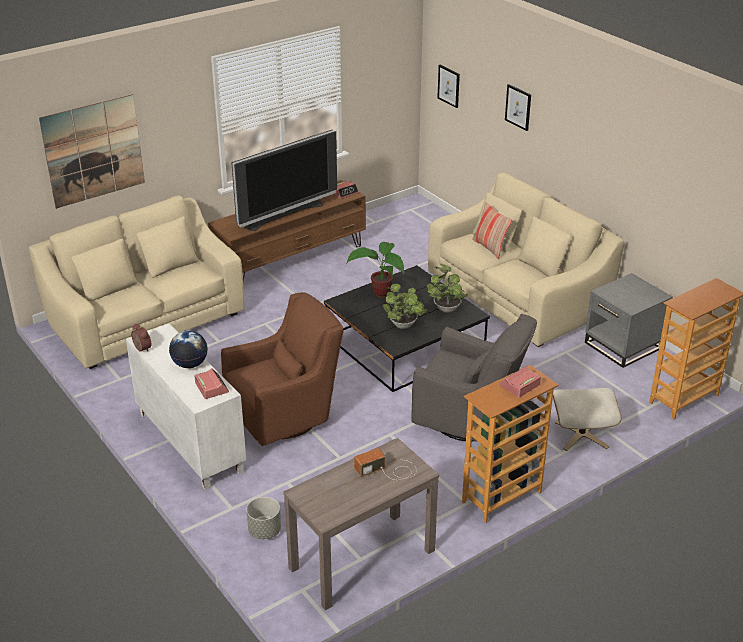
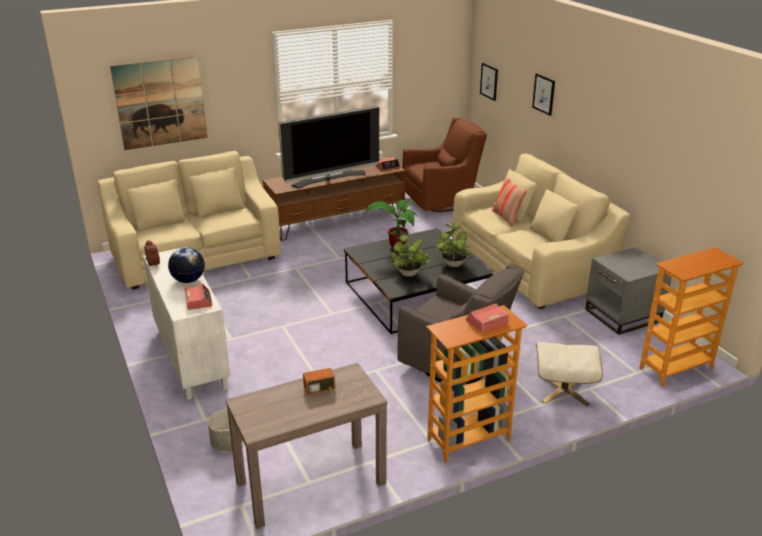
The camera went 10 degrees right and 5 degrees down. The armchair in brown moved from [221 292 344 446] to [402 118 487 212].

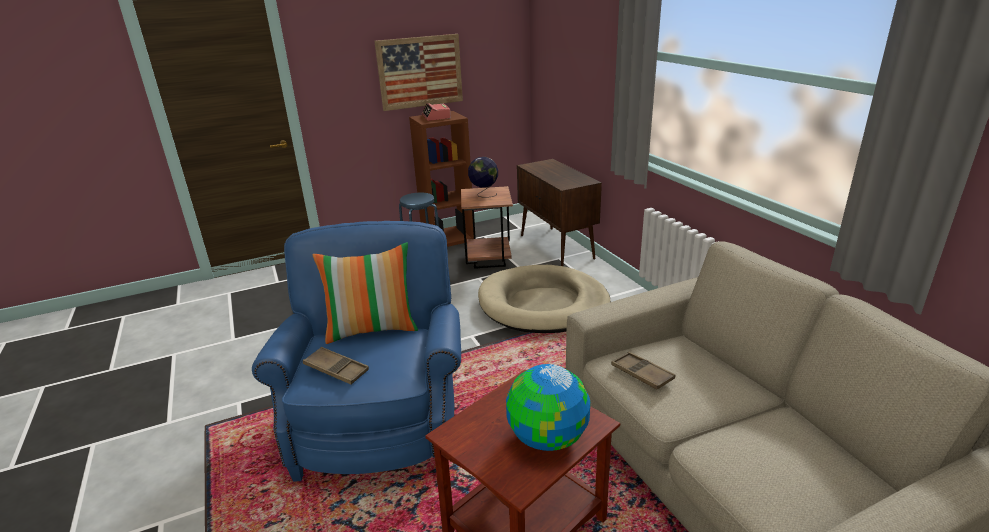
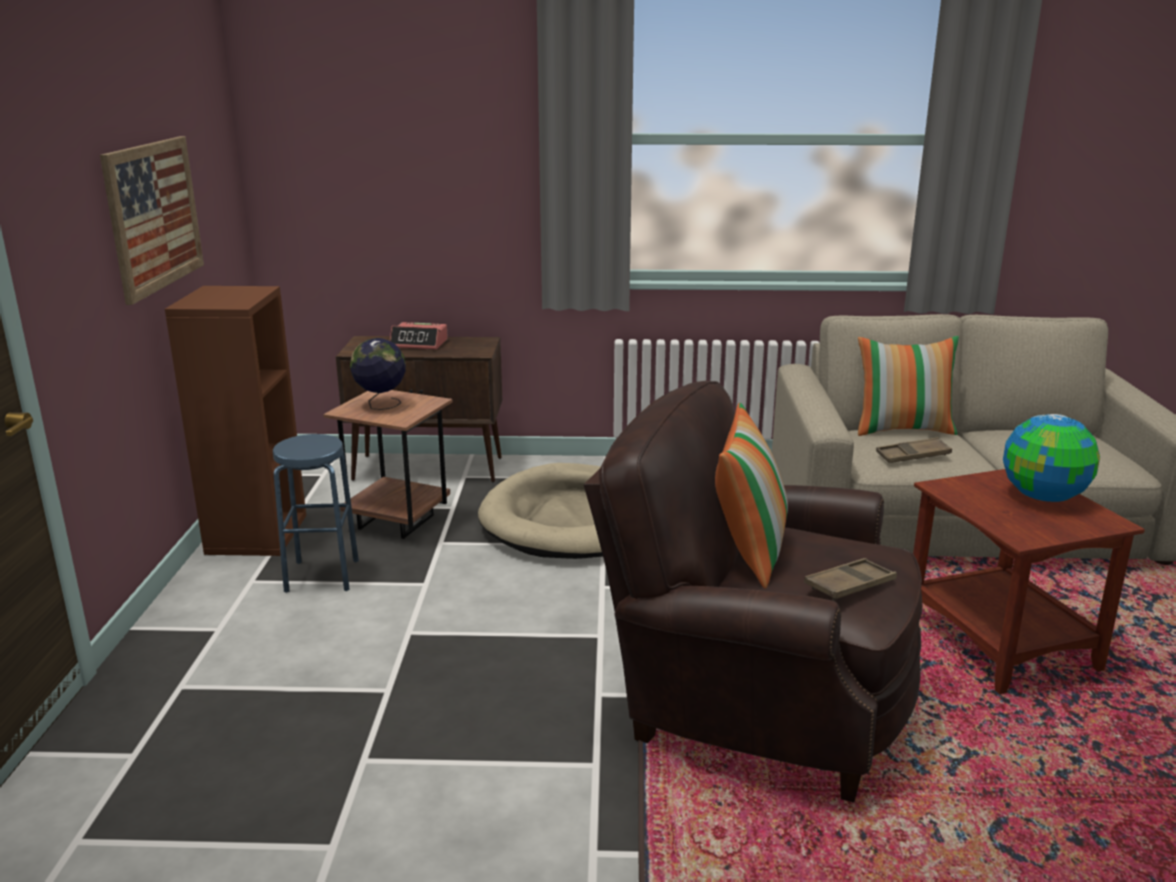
The camera went 65 degrees left and 5 degrees down. The alarm clock moved from [422 103 451 121] to [390 322 448 350]. The armchair in blue at [252 221 461 482] became the armchair in brown at [584 381 923 803]. The pillow at [858 336 959 436] appeared.

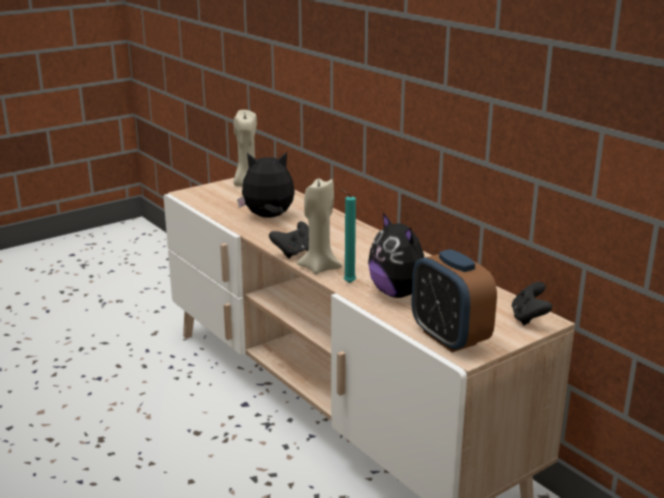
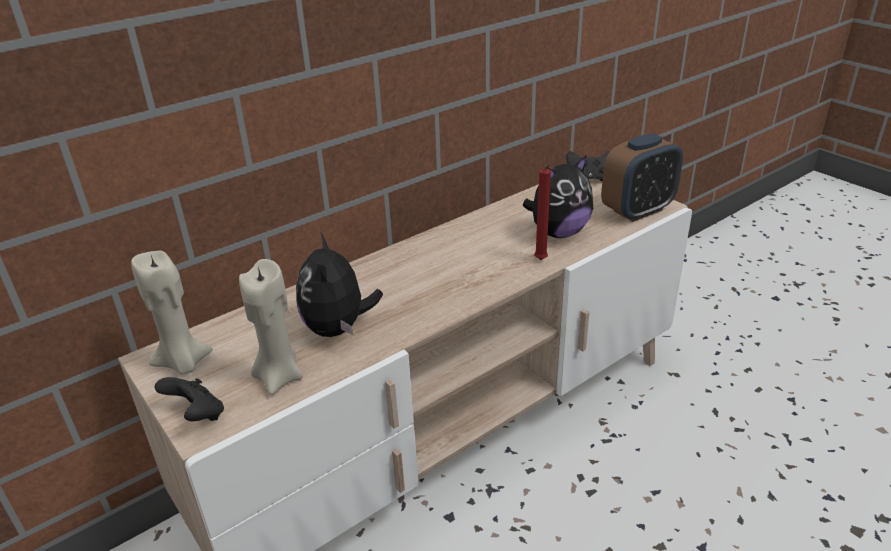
The camera went 90 degrees left and 10 degrees up. The candle in beige moved from [297 179 342 274] to [239 259 303 395]. The candle in turquoise at [340 189 356 283] became the candle in red at [534 164 551 260]. The game controller in black moved from [269 221 309 259] to [155 377 224 421].

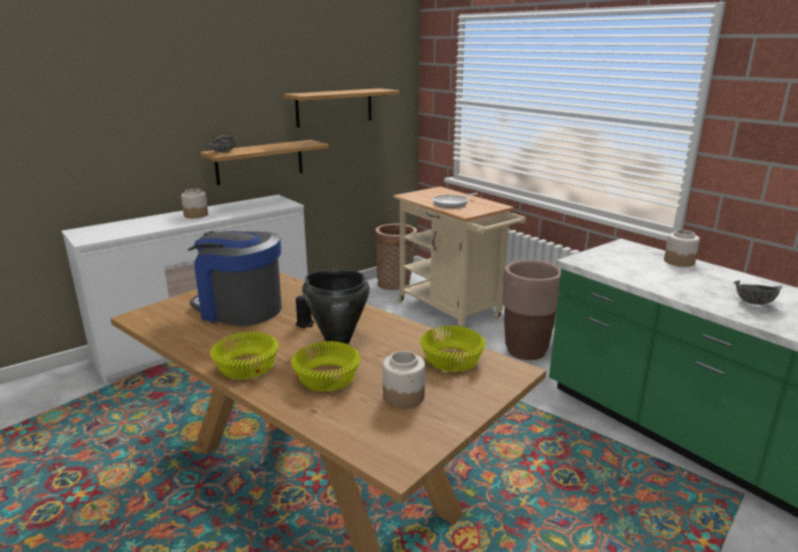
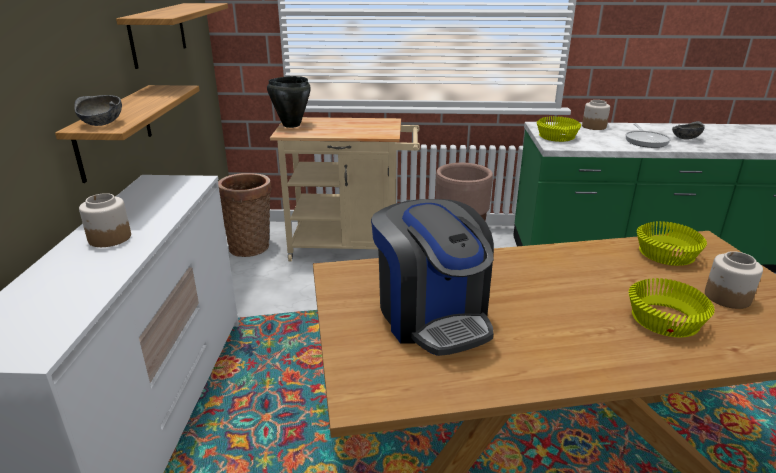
The camera went 50 degrees left and 5 degrees up. The frying pan moved from [433 193 478 208] to [626 123 671 148]. The coffee machine at [188 231 282 326] turned 90 degrees counterclockwise. The cooking pot in black moved from [302 270 370 344] to [267 76 311 128]. The candle in black at [296 296 314 328] disappeared. The bowl in yellow moved from [210 331 279 379] to [537 116 581 142].

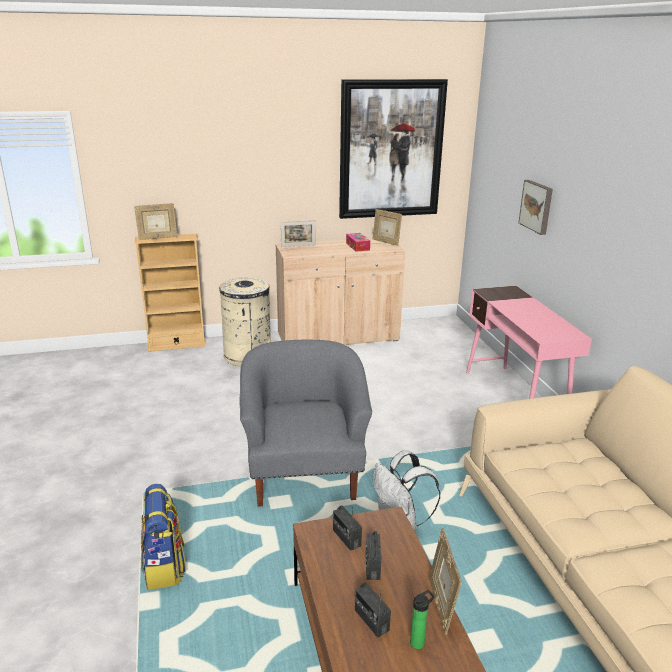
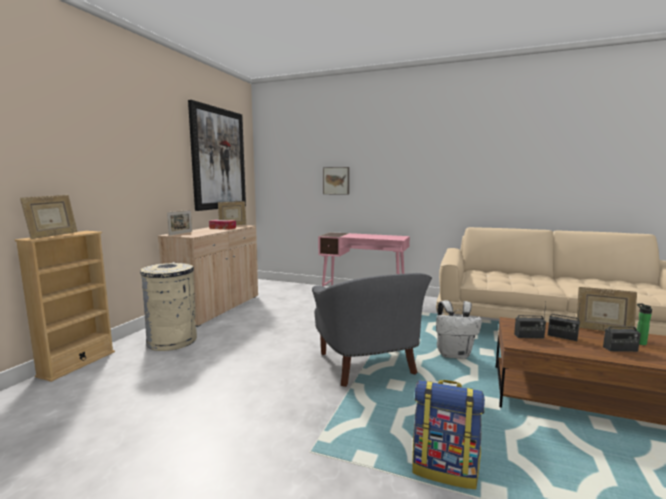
The camera went 55 degrees left and 15 degrees down. The armchair in grey at [239 340 372 507] turned 135 degrees counterclockwise.

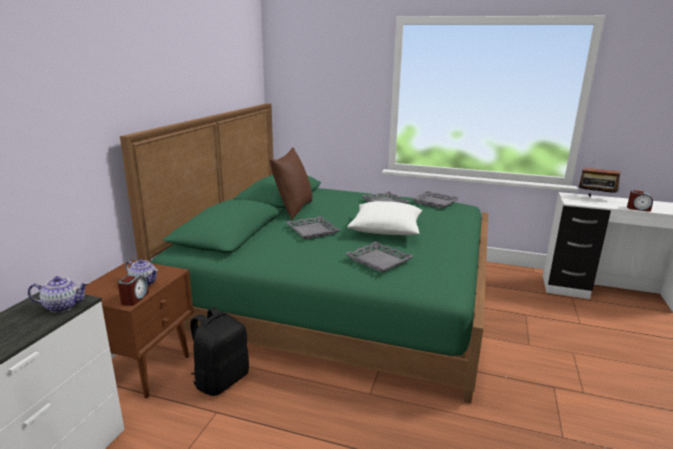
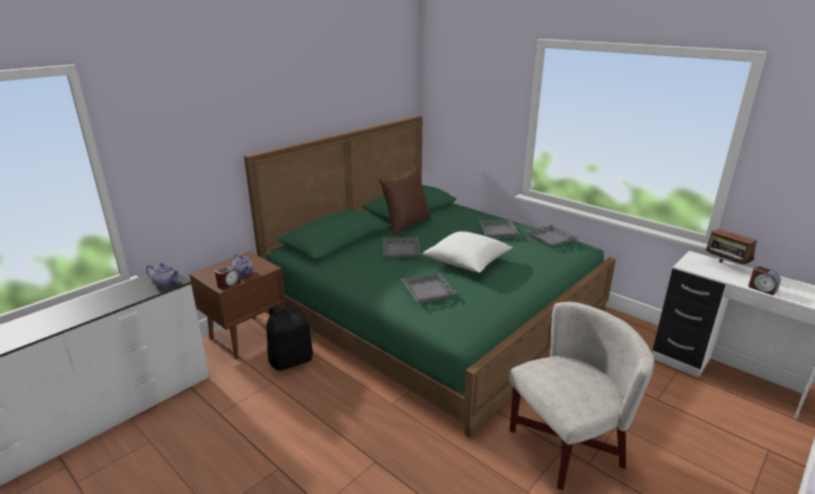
The camera went 25 degrees right and 5 degrees up. The armchair in white at [509 302 654 490] appeared.

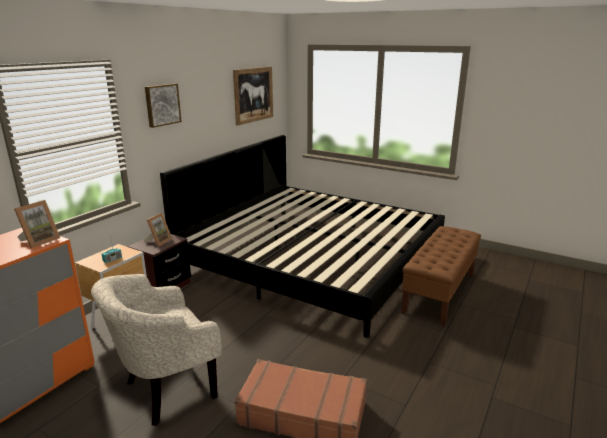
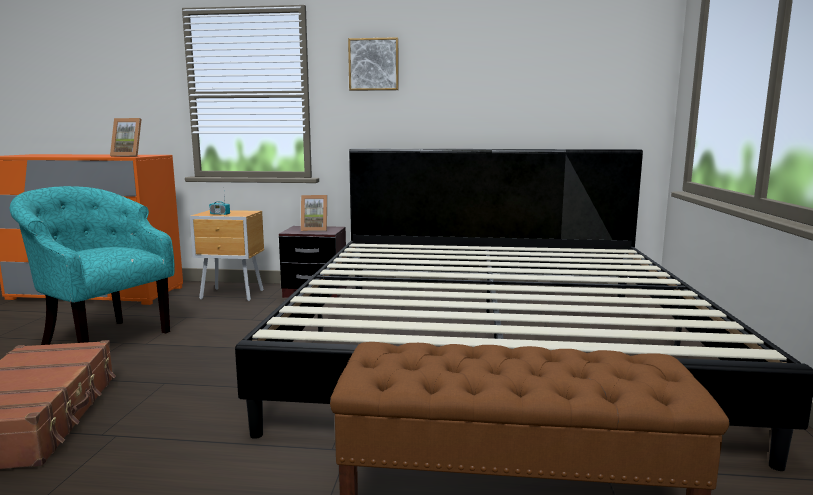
The camera went 65 degrees right and 10 degrees down. The picture at [233 67 273 126] disappeared. The armchair in beige at [91 274 221 426] became the armchair in turquoise at [9 186 175 345].

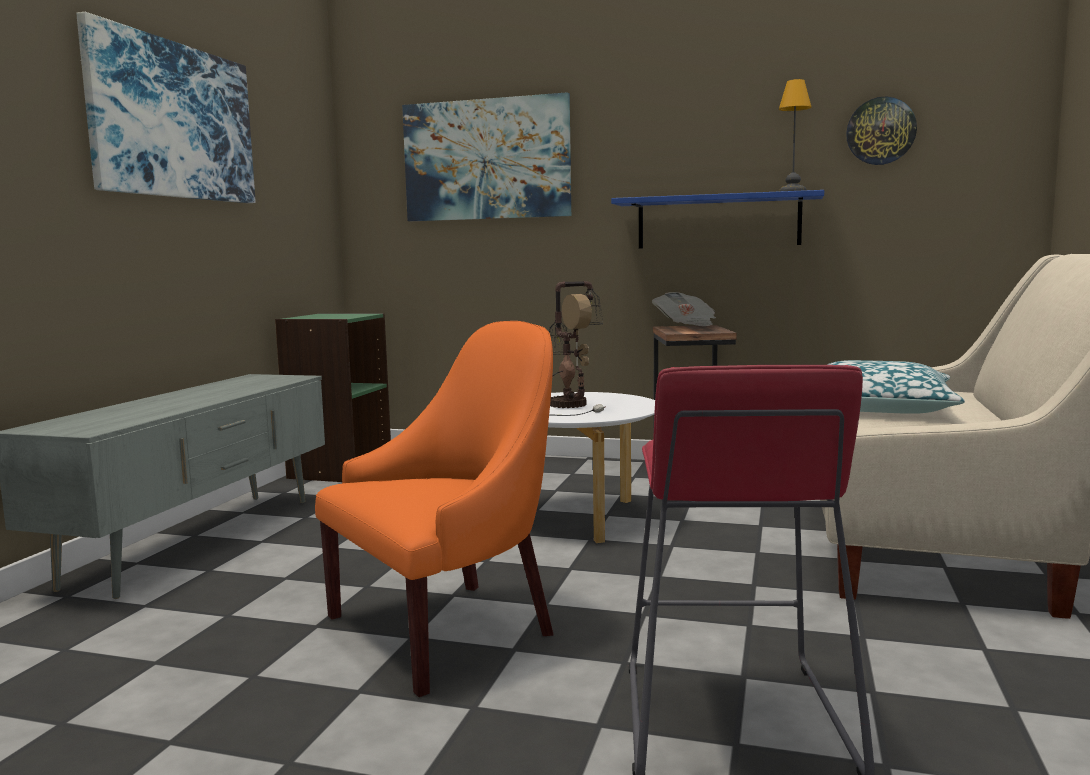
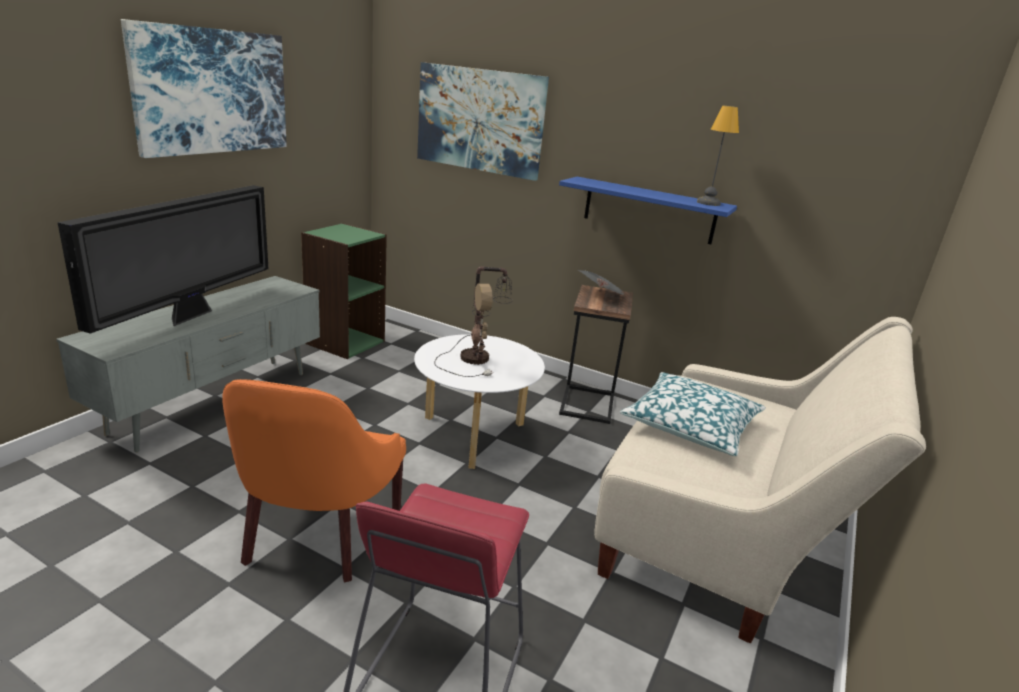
The camera went 10 degrees right and 15 degrees up. The wall clock at [846 97 917 165] disappeared. The armchair in orange at [315 321 554 697] turned 120 degrees clockwise. The television at [57 185 269 334] appeared.

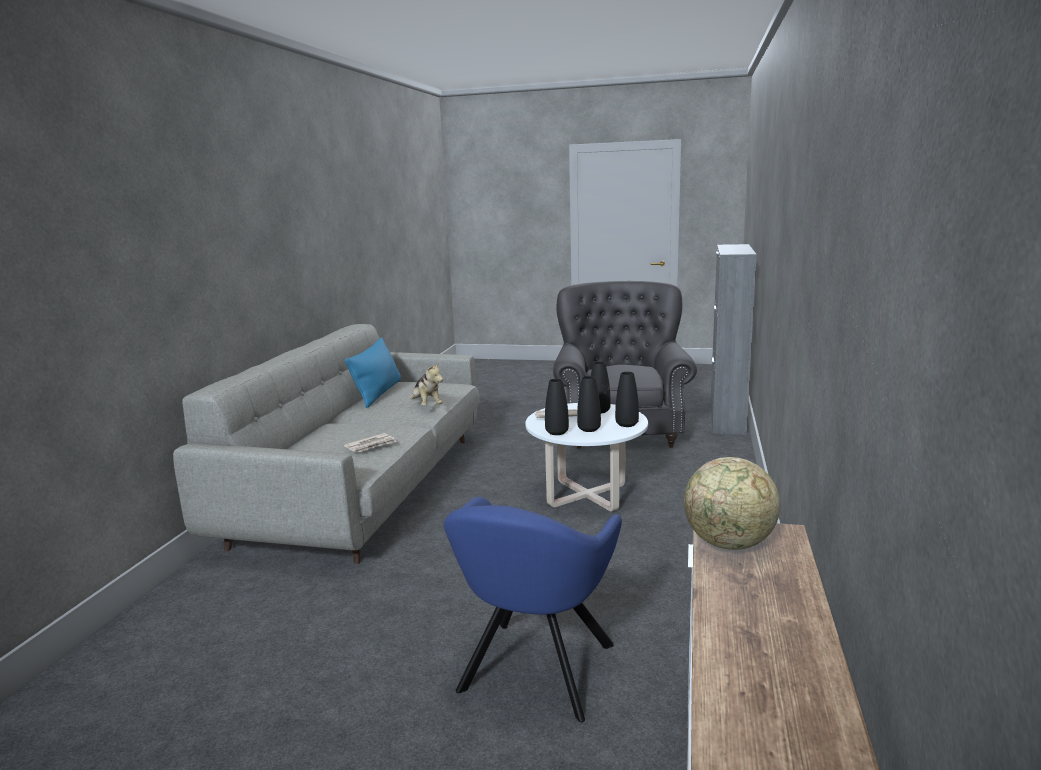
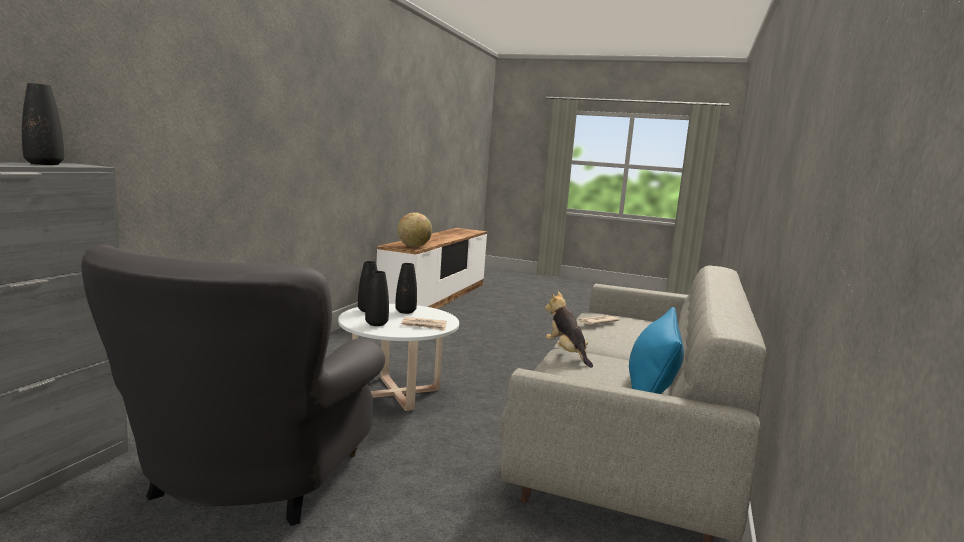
The camera went 175 degrees left and 5 degrees down. The vase in black moved from [545 379 569 435] to [22 83 64 165]. The armchair in blue at [443 497 622 722] disappeared.

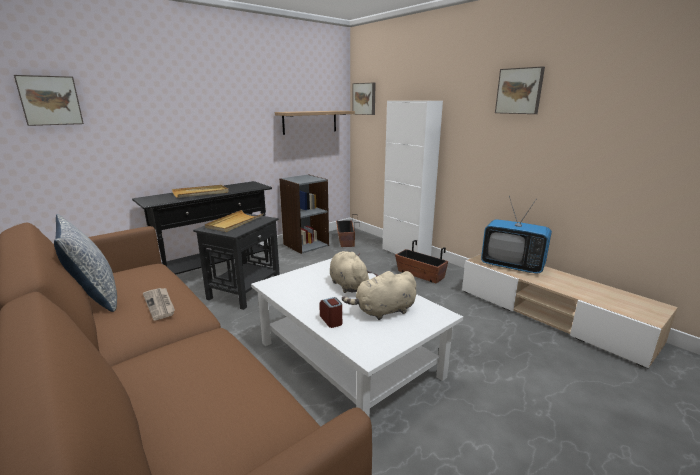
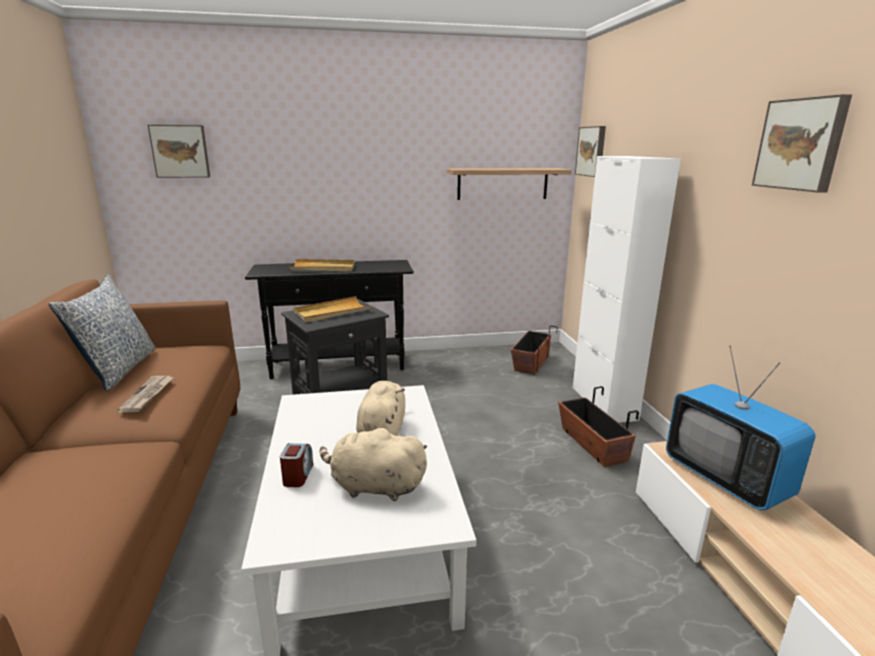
The camera went 30 degrees right and 0 degrees up. The bookcase in grey at [279 174 329 254] disappeared.

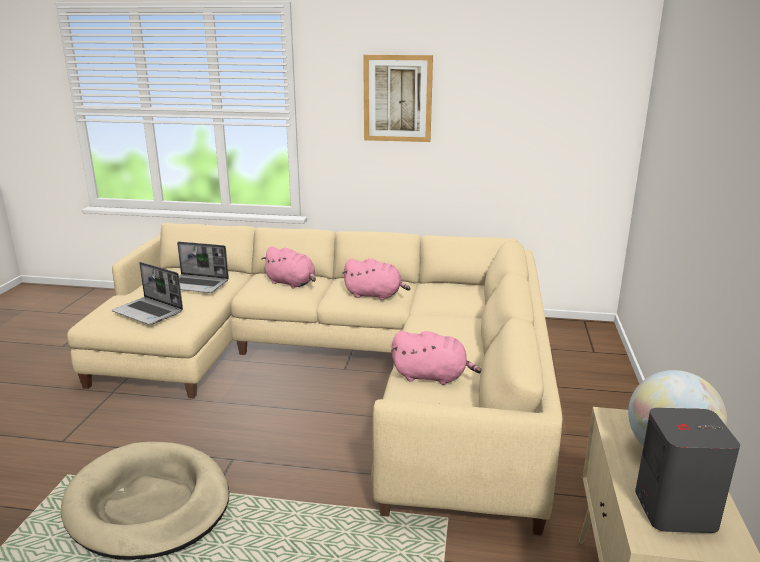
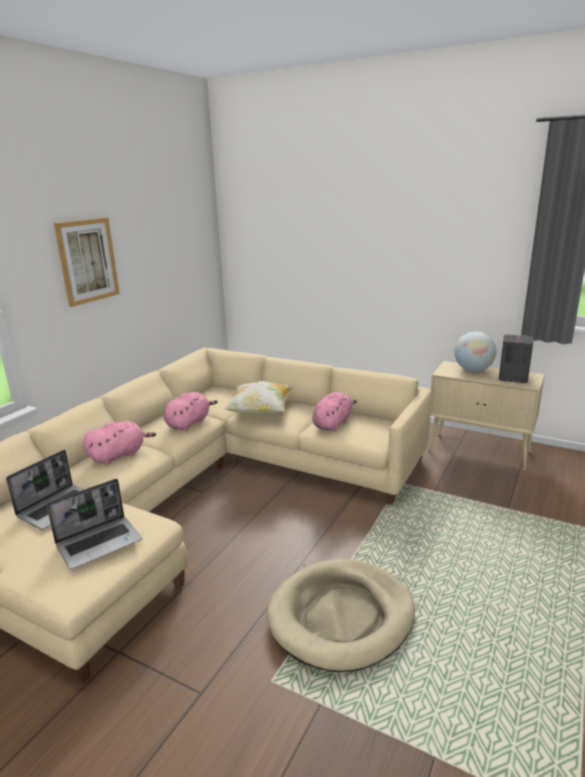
The camera went 70 degrees left and 0 degrees up. The pillow at [223 381 294 415] appeared.

